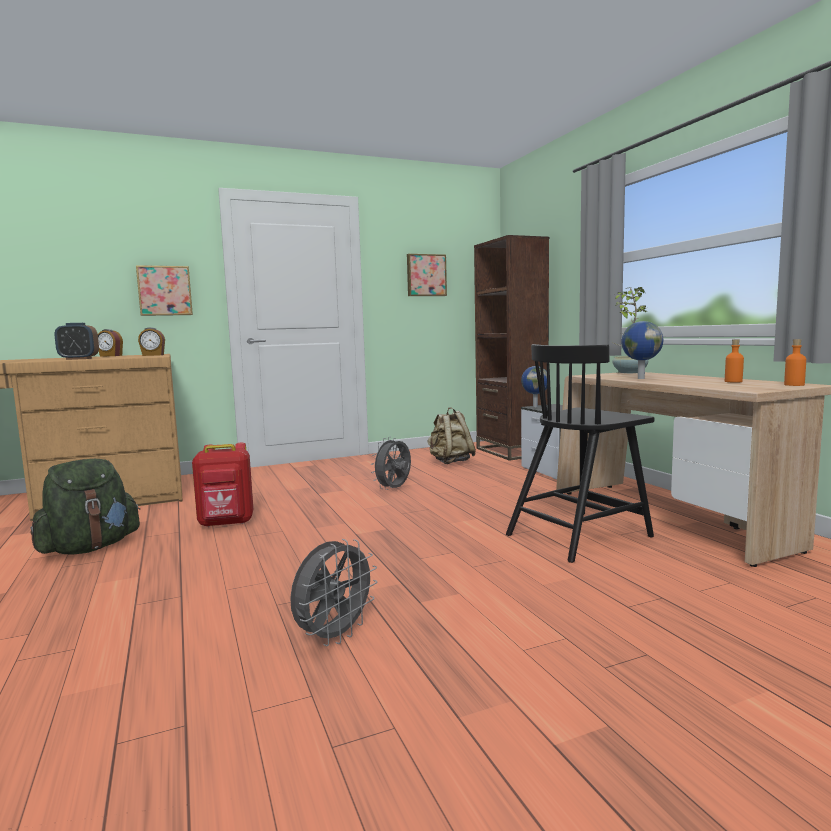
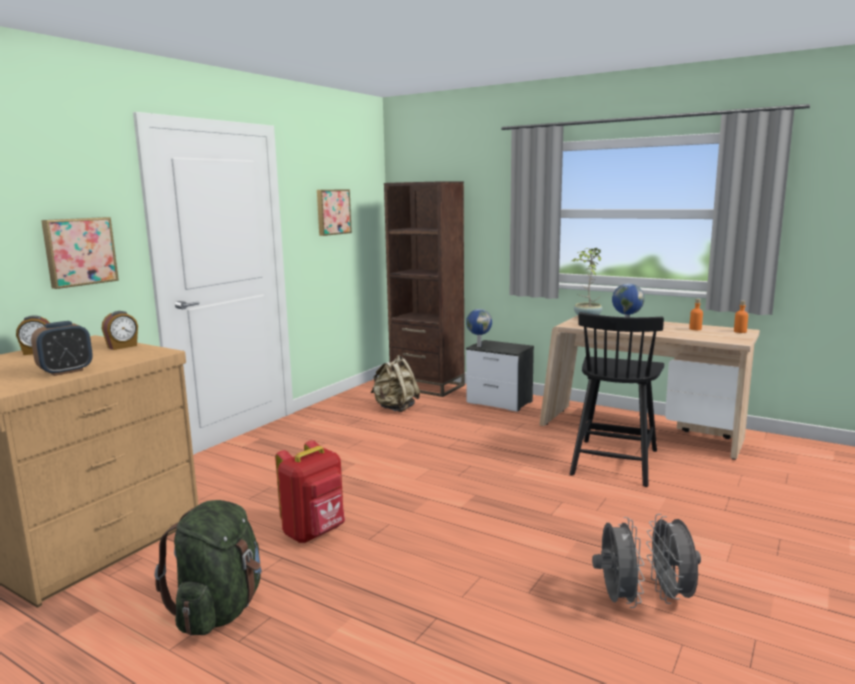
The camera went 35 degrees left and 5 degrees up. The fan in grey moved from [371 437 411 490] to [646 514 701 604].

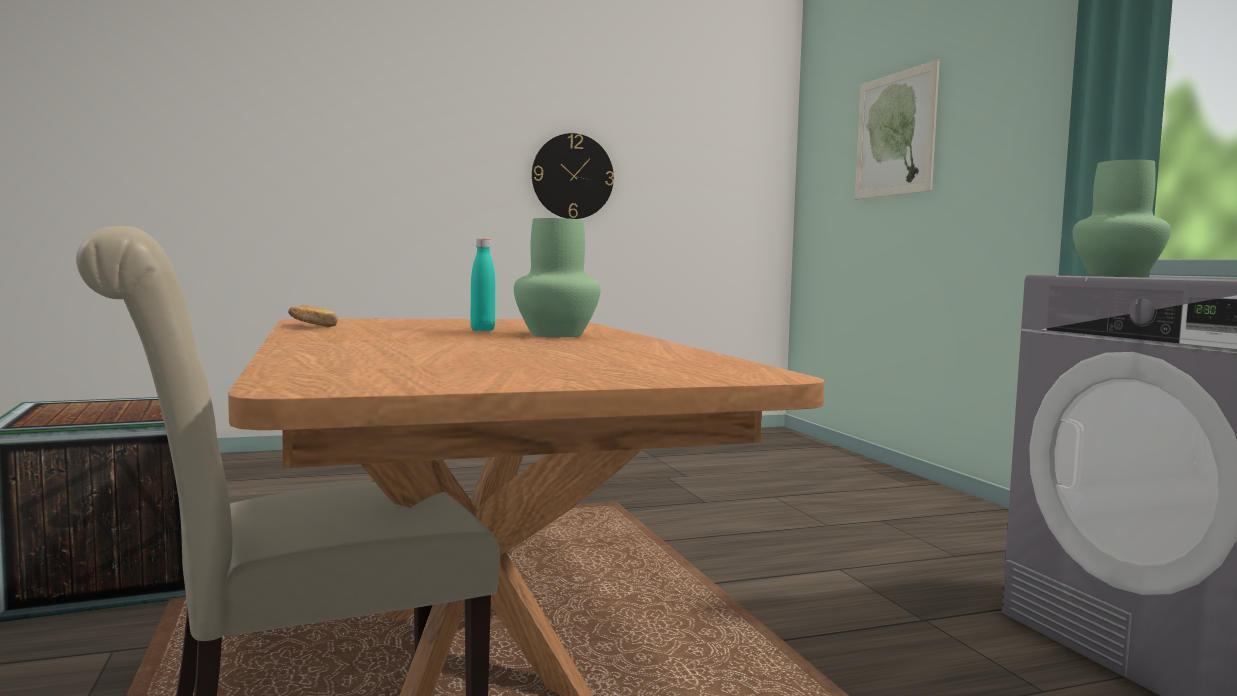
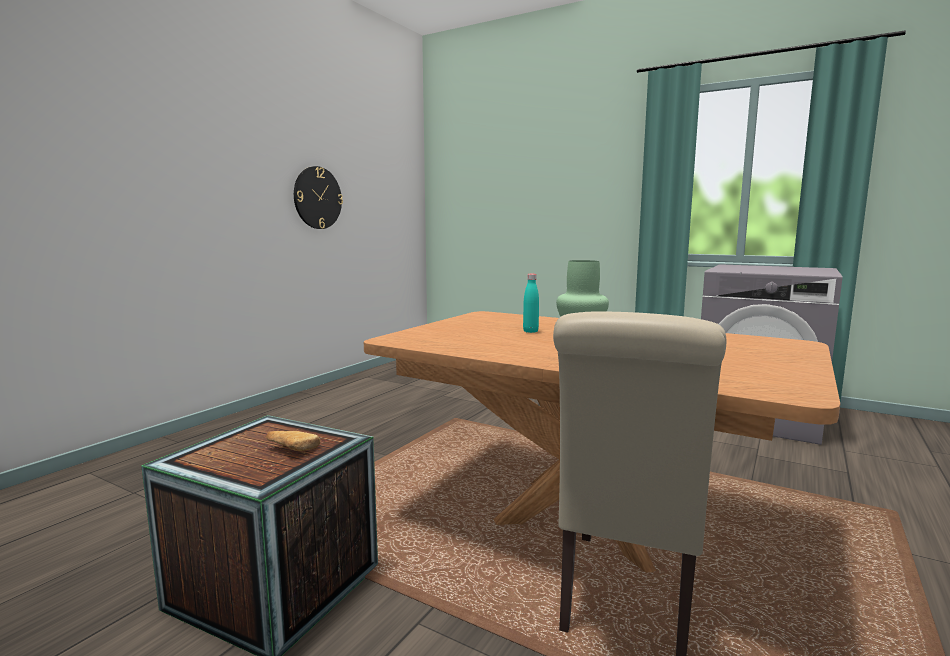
The camera went 40 degrees left and 5 degrees up. The picture at [855 60 940 199] disappeared. The vase in green at [1073 160 1171 277] disappeared. The bread moved from [288 305 338 327] to [266 431 320 451].

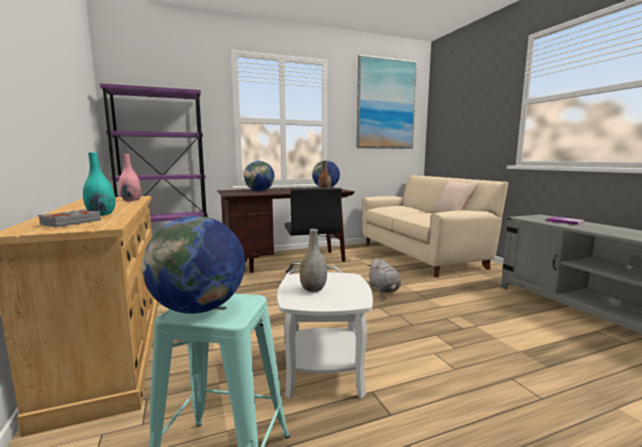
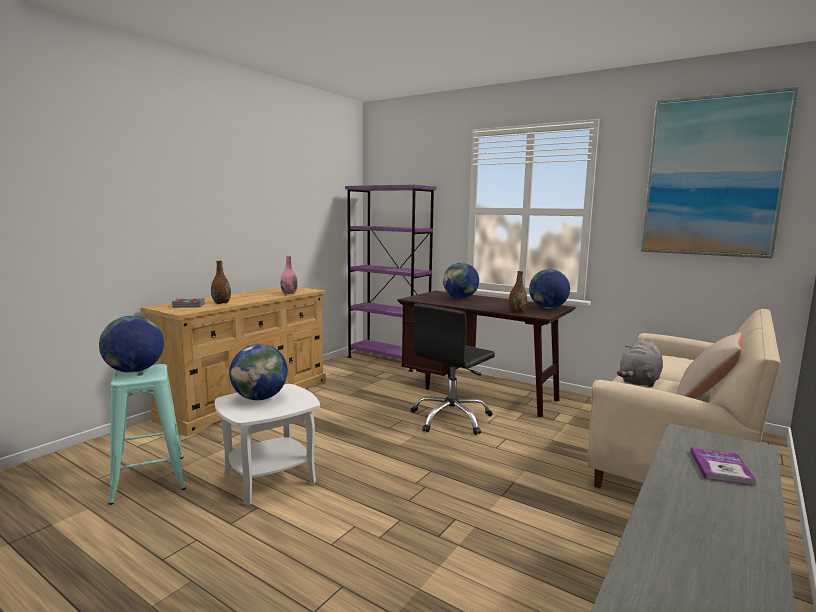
The camera went 55 degrees right and 0 degrees up. The vase in turquoise at [83 152 116 216] became the vase in brown at [211 261 231 304]. The vase in grey at [299 229 327 292] was replaced by the globe at [229 344 288 400]. The plush toy in grey moved from [368 258 401 293] to [617 338 663 387].

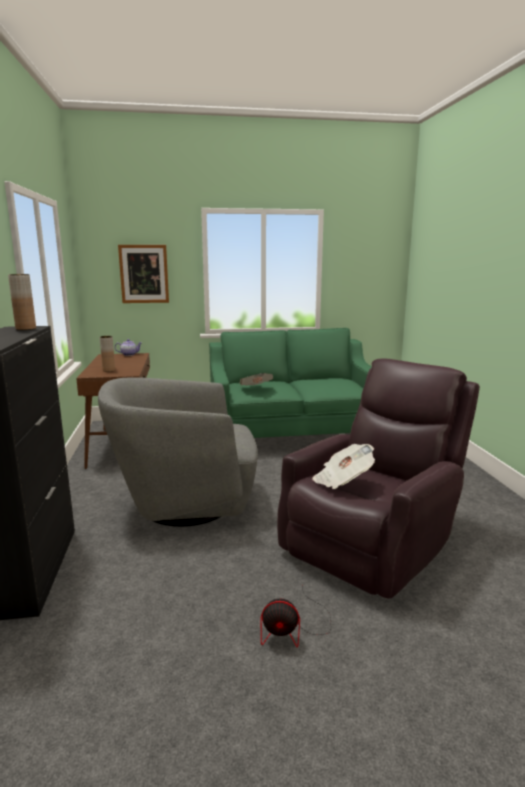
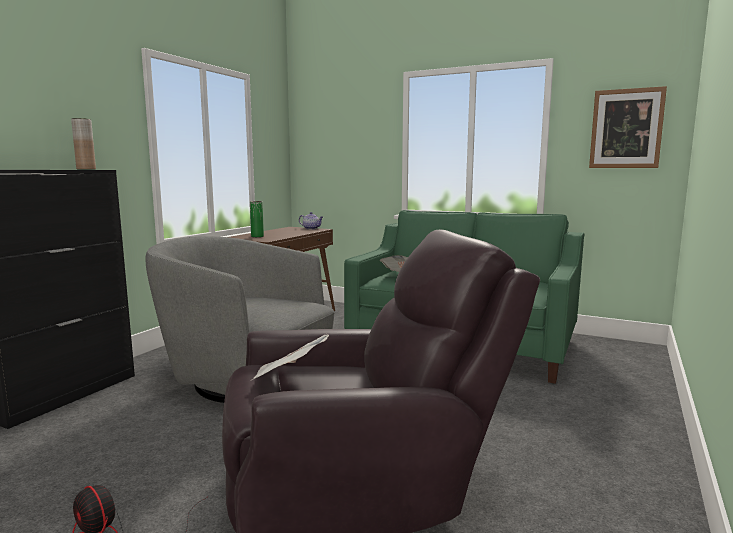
The camera went 35 degrees right and 5 degrees down. The picture moved from [118 245 169 303] to [589 86 667 168]. The vase in brown at [100 336 115 372] became the vase in green at [250 201 264 237].

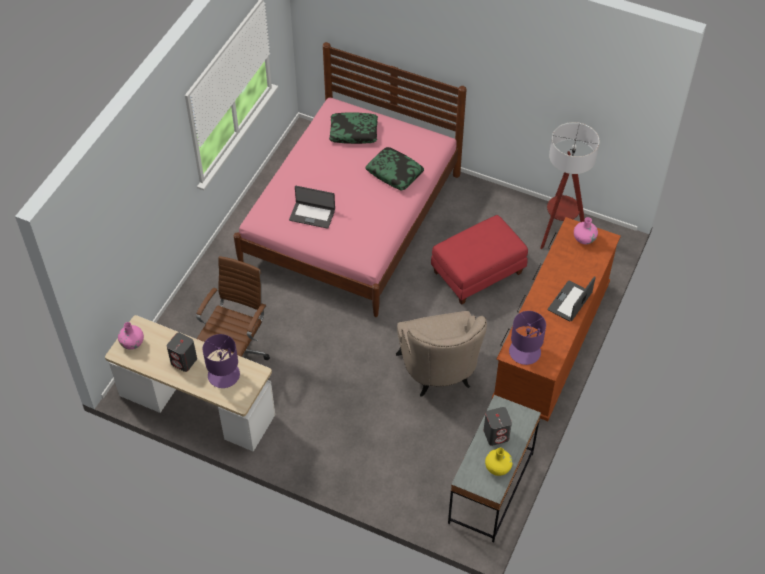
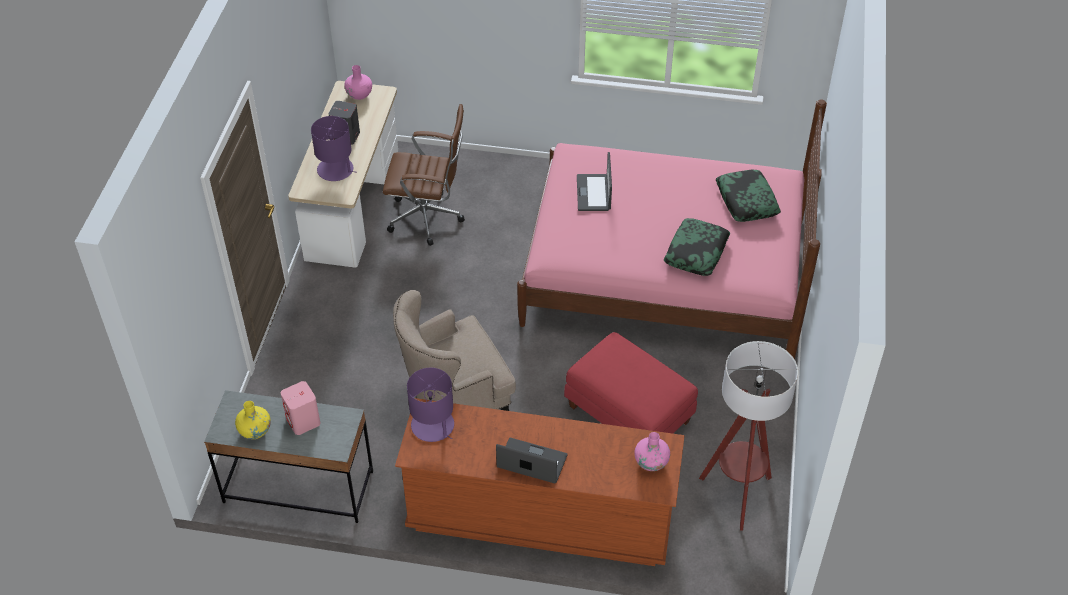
The camera went 75 degrees right and 5 degrees down. The speaker in grey at [484 407 512 446] became the speaker in pink at [281 381 320 435].

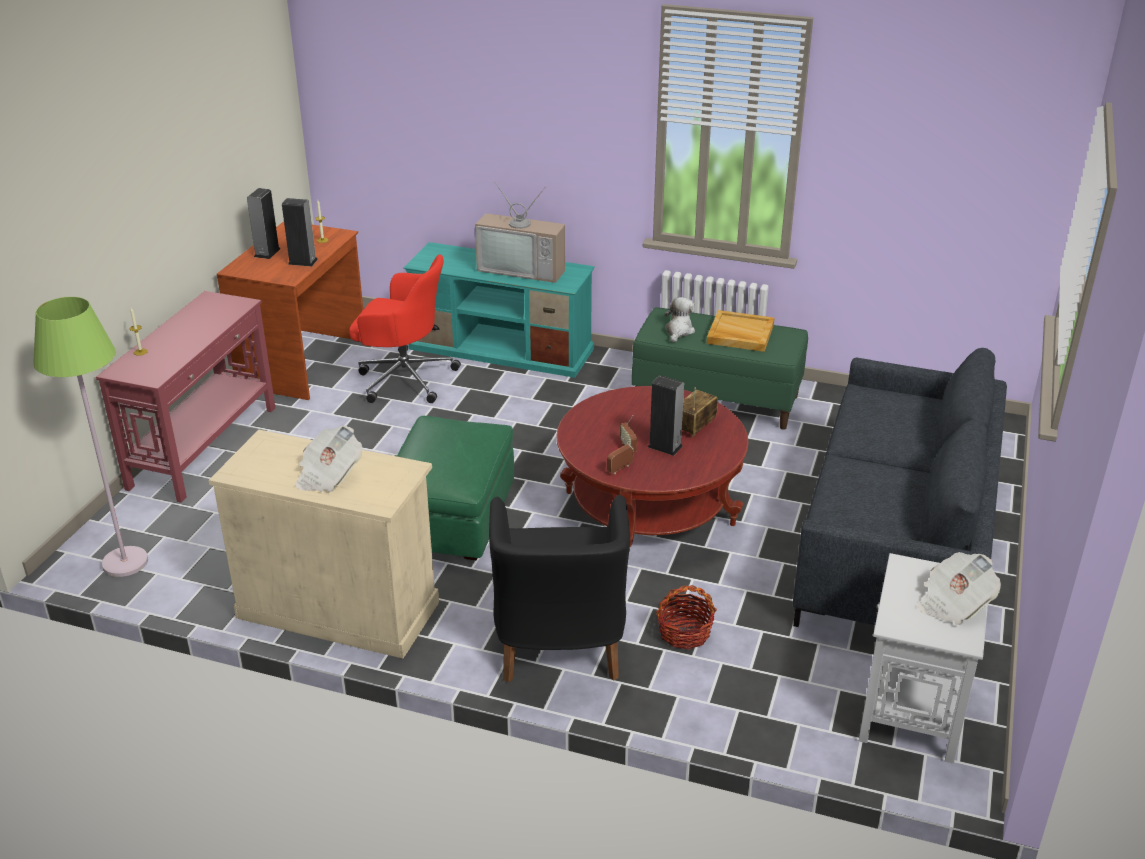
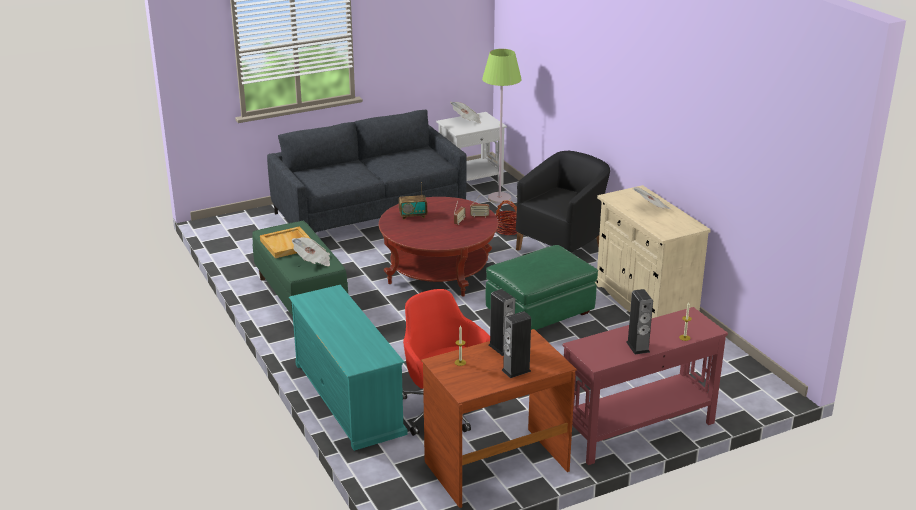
The camera went 135 degrees left and 5 degrees down. The television at [475 180 565 283] disappeared. The floor lamp in green moved from [33 297 148 577] to [482 49 521 204]. The plush toy at [665 297 695 342] was replaced by the newspaper at [292 237 330 266]. The speaker moved from [648 375 684 456] to [626 289 653 355].

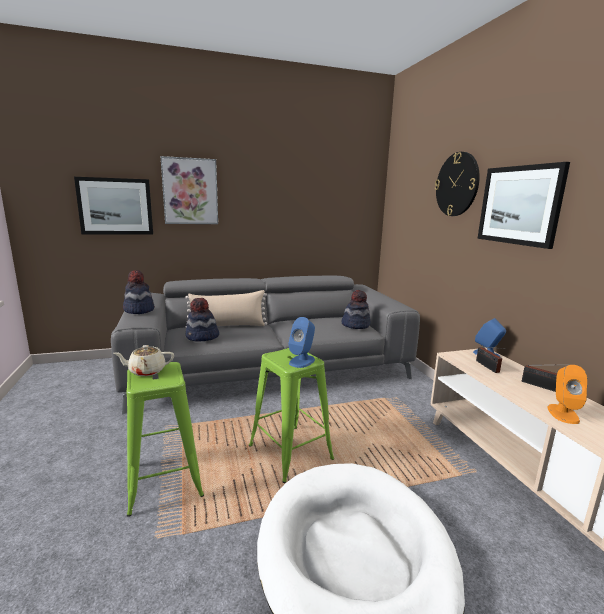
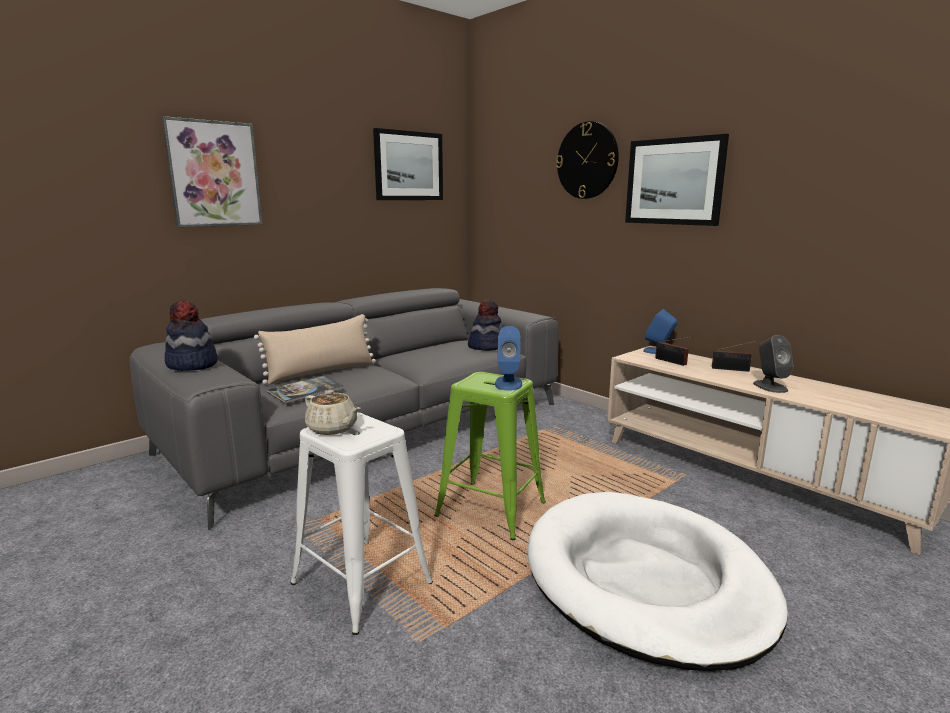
The camera went 25 degrees left and 0 degrees up. The picture moved from [74 177 153 234] to [373 128 443 200]. The hat at [186 298 219 342] was replaced by the book at [267 376 344 404]. The teapot in beige at [113 345 174 376] turned 105 degrees counterclockwise. The stool in green at [126 362 204 517] became the stool in white at [290 413 433 635]. The speaker in orange at [547 365 587 424] became the speaker in grey at [753 335 794 393].

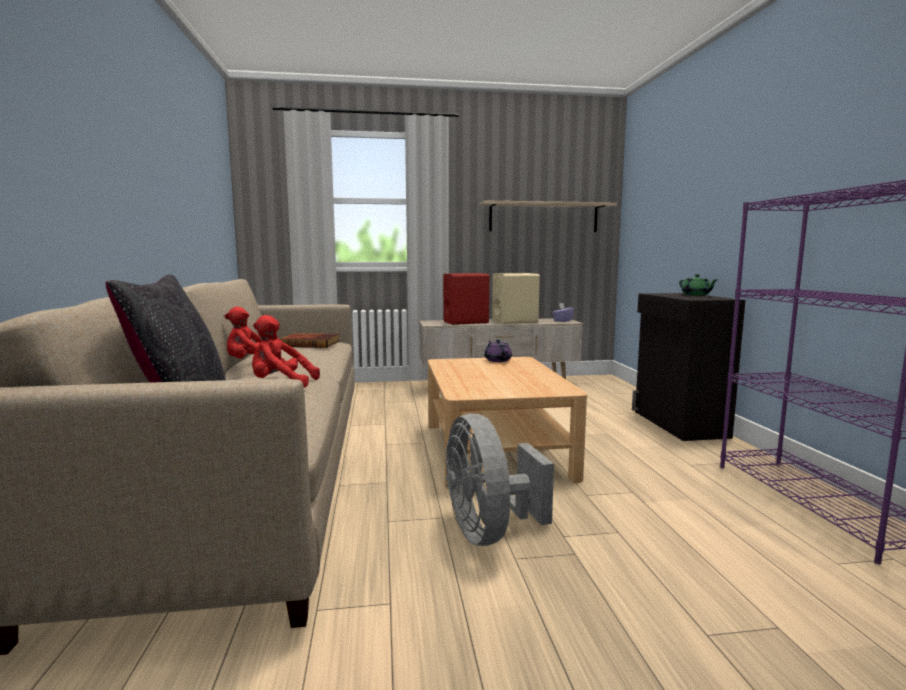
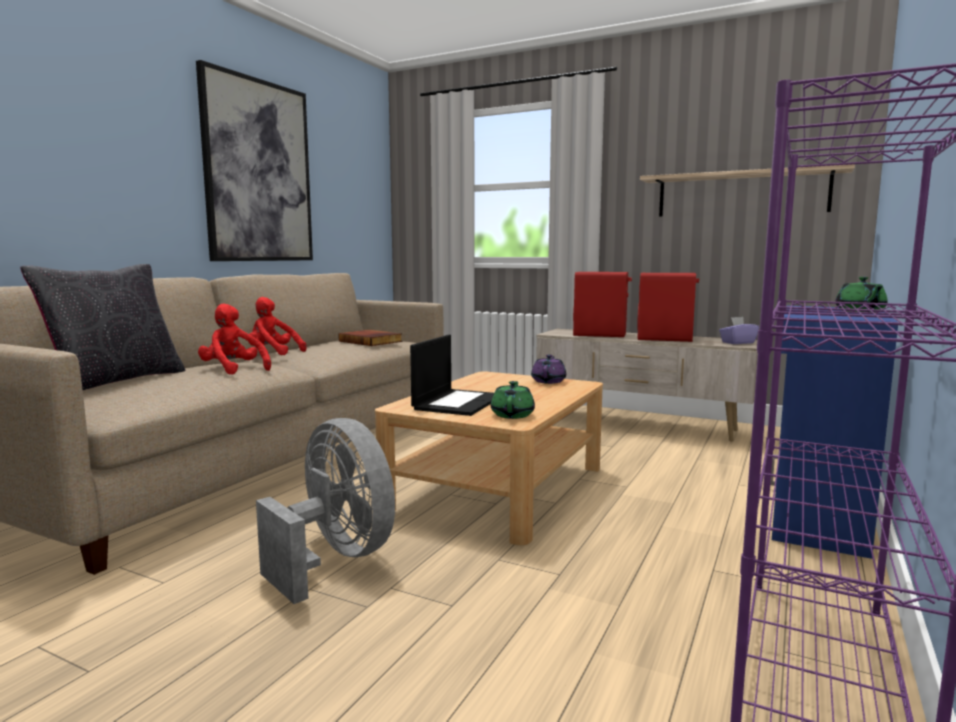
The camera went 35 degrees right and 0 degrees up. The speaker in beige at [492 273 540 324] became the speaker in red at [637 273 699 342]. The cabinet in black at [632 293 745 441] became the cabinet in blue at [770 306 898 559]. The fan in grey at [445 413 554 546] turned 120 degrees clockwise. The picture at [196 60 313 261] appeared. The laptop at [410 335 494 416] appeared. The teapot in green at [491 381 535 419] appeared.

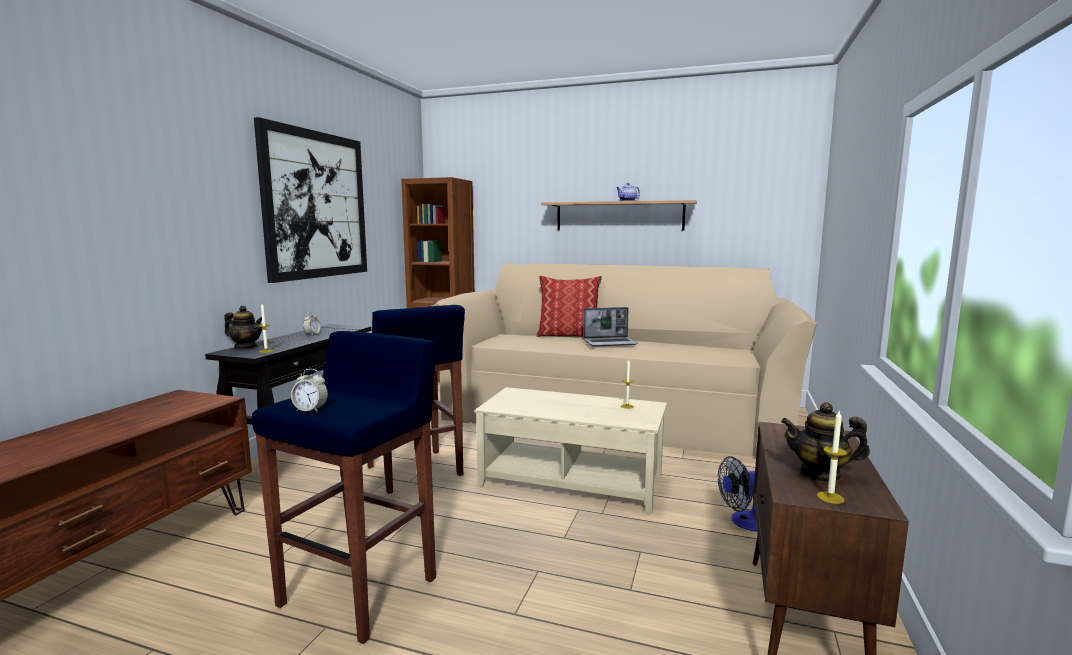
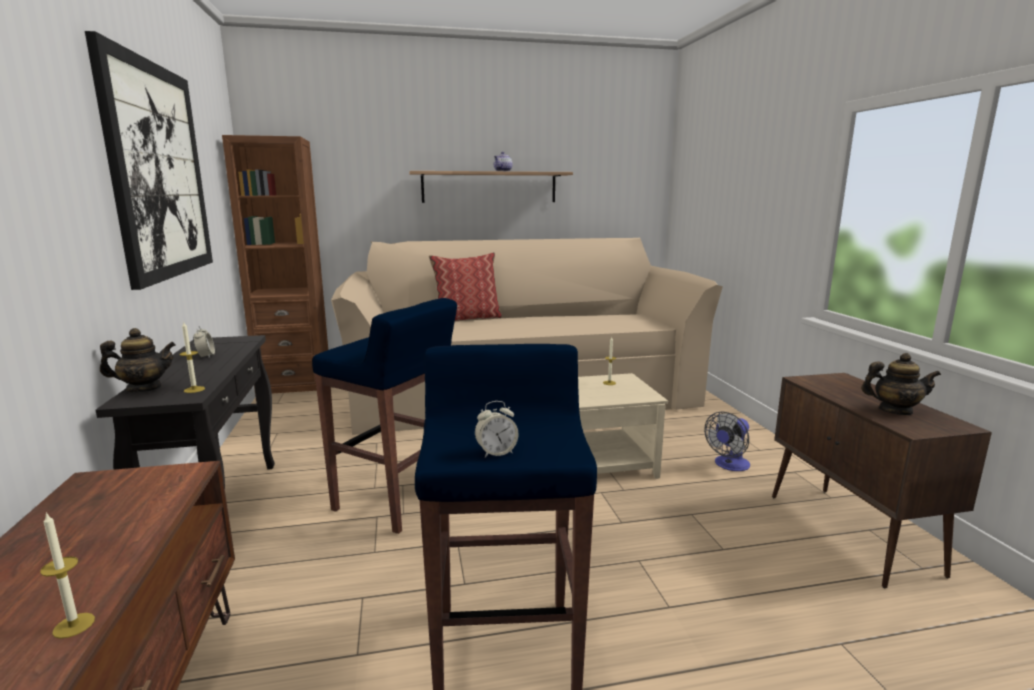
The camera went 30 degrees left and 5 degrees up. The laptop at [583 307 638 347] disappeared. The teapot at [781 402 870 482] turned 150 degrees counterclockwise. The candle moved from [817 411 847 504] to [40 512 95 639].

